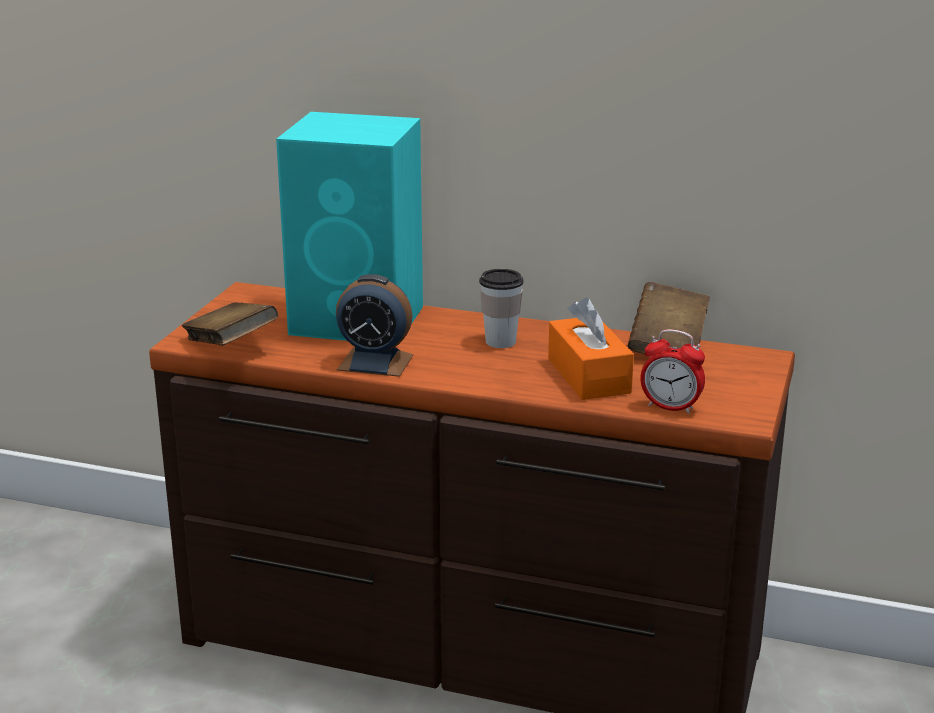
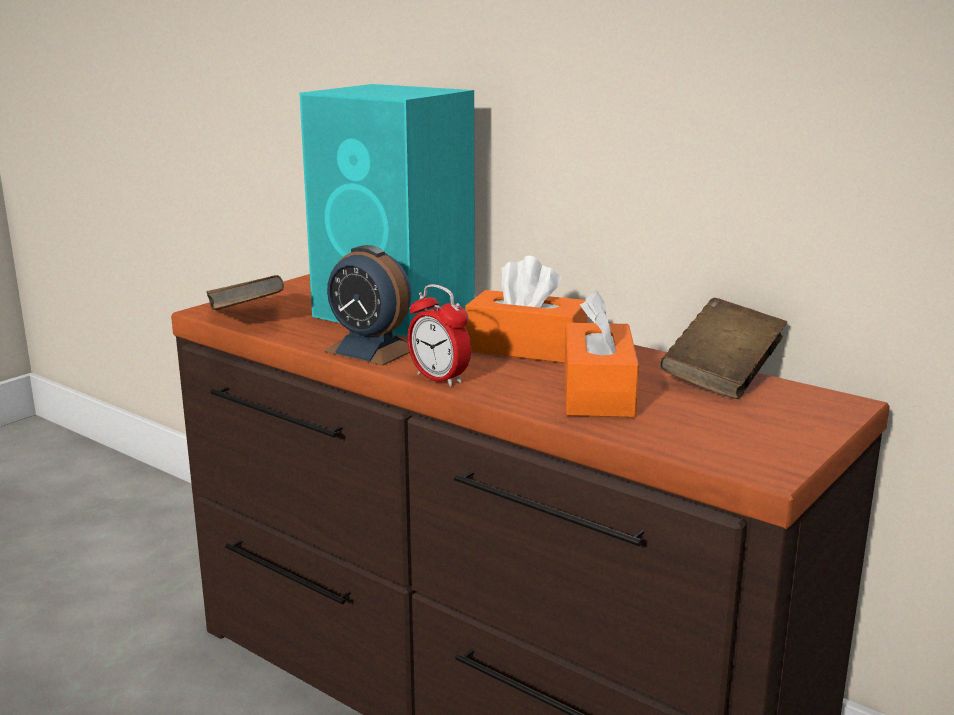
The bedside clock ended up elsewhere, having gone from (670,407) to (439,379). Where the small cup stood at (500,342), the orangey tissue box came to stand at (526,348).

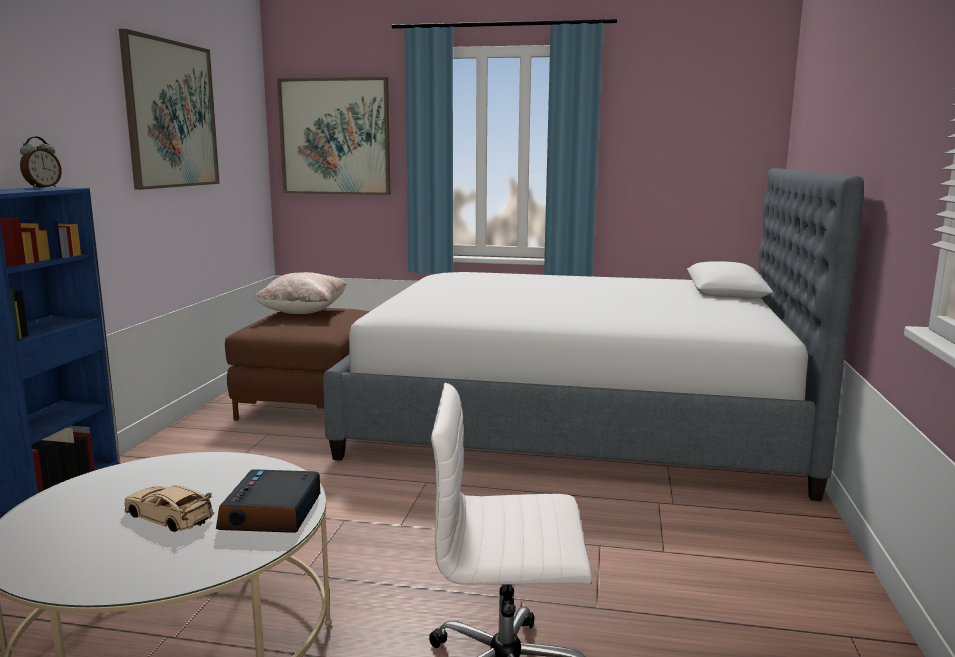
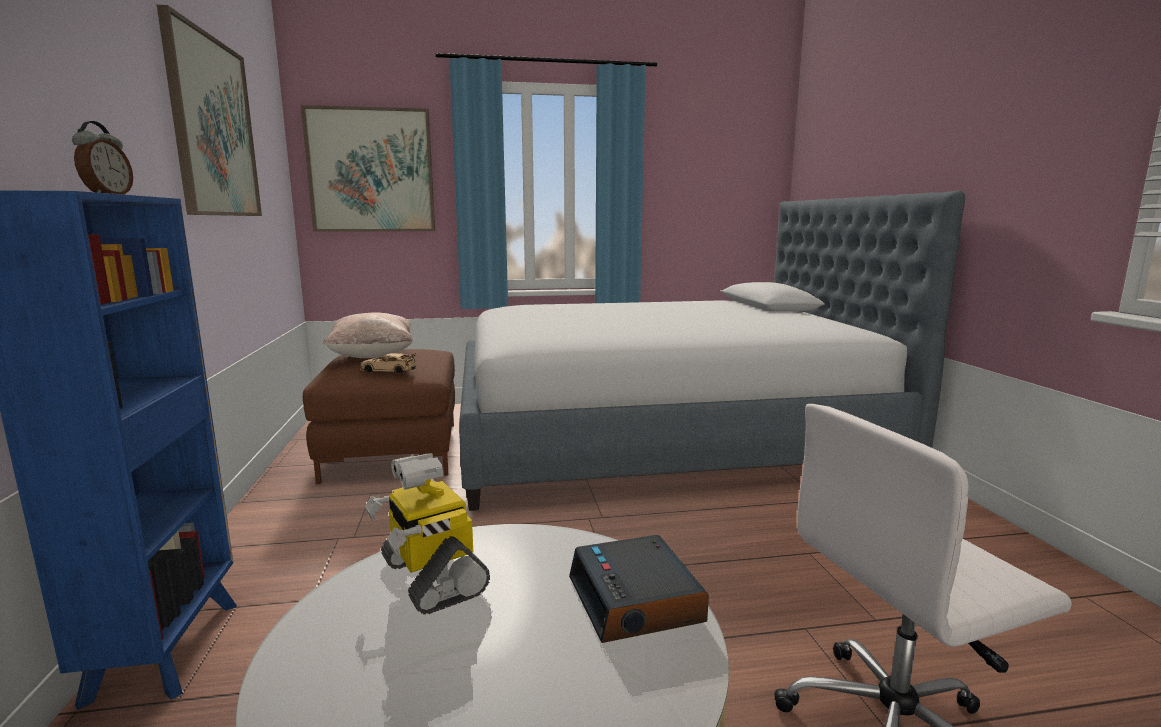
The beige model car ended up elsewhere, having gone from (169,516) to (388,370). The second view gained the robot figure at (430,577).

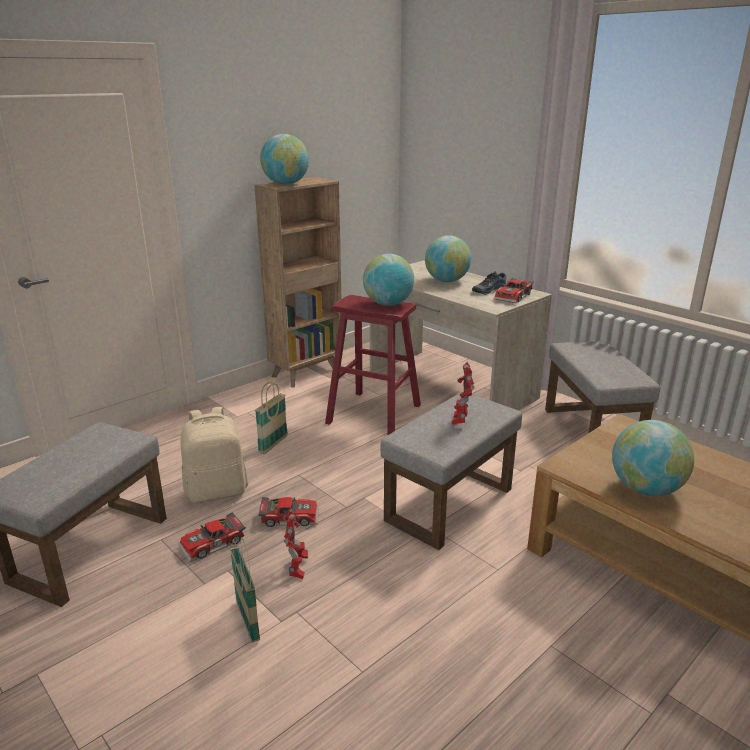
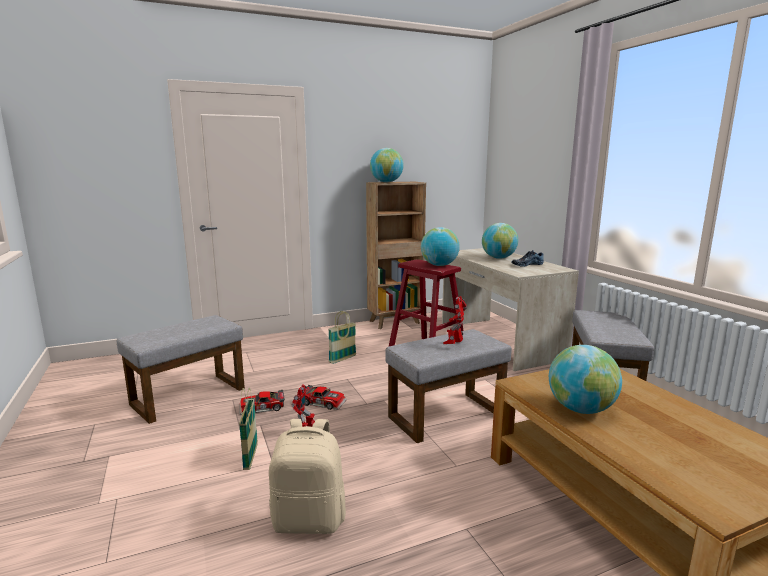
The beige knapsack ended up elsewhere, having gone from (217,491) to (309,519). The second view lost the model car at (514,297).

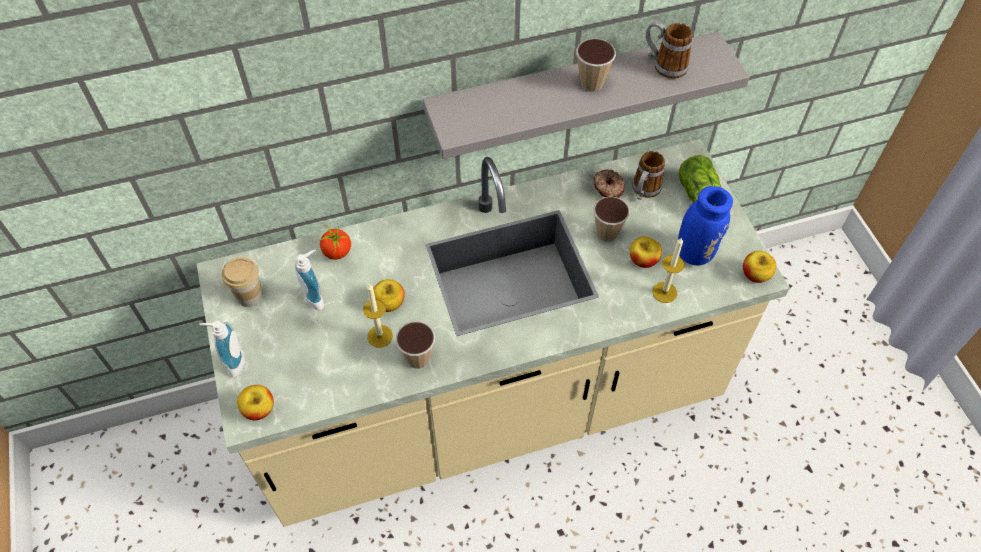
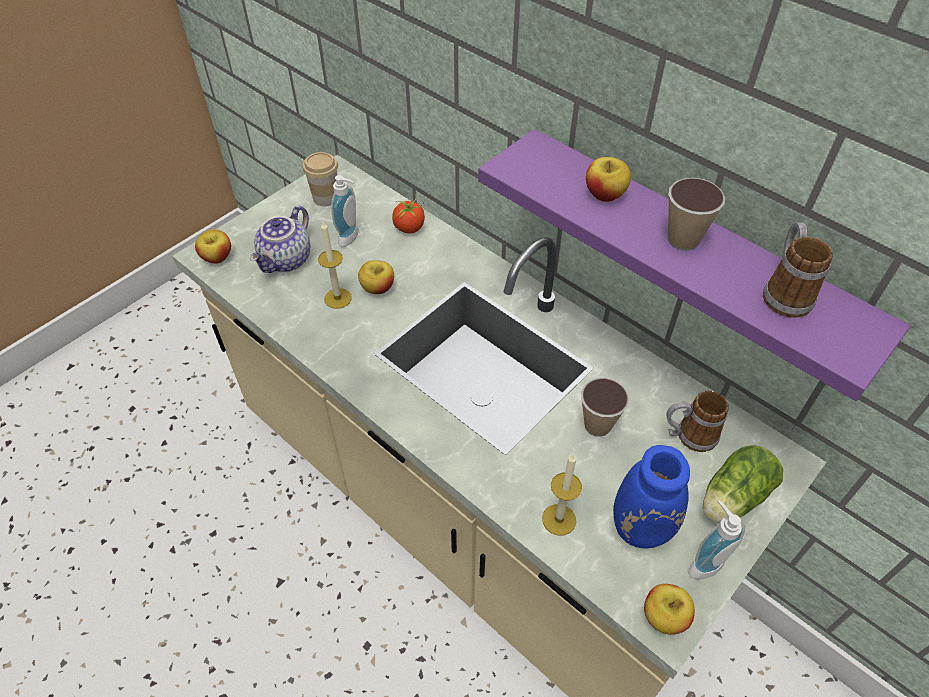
The second view gained the teapot at (287,260). What was the greyish shelf at (572,93) turned into the purplish shelf at (688,255). The apple fruit ended up elsewhere, having gone from (643,260) to (605,194). The liquid soap bottle ended up elsewhere, having gone from (232,363) to (702,562). The second view lost the small cup at (418,358). The second view lost the donut at (608,188).

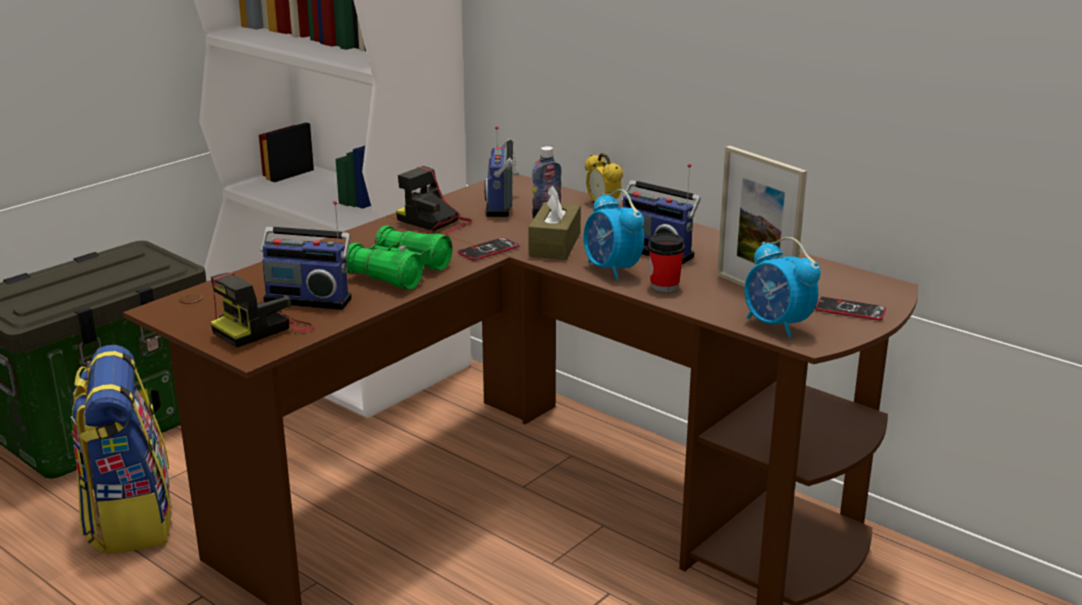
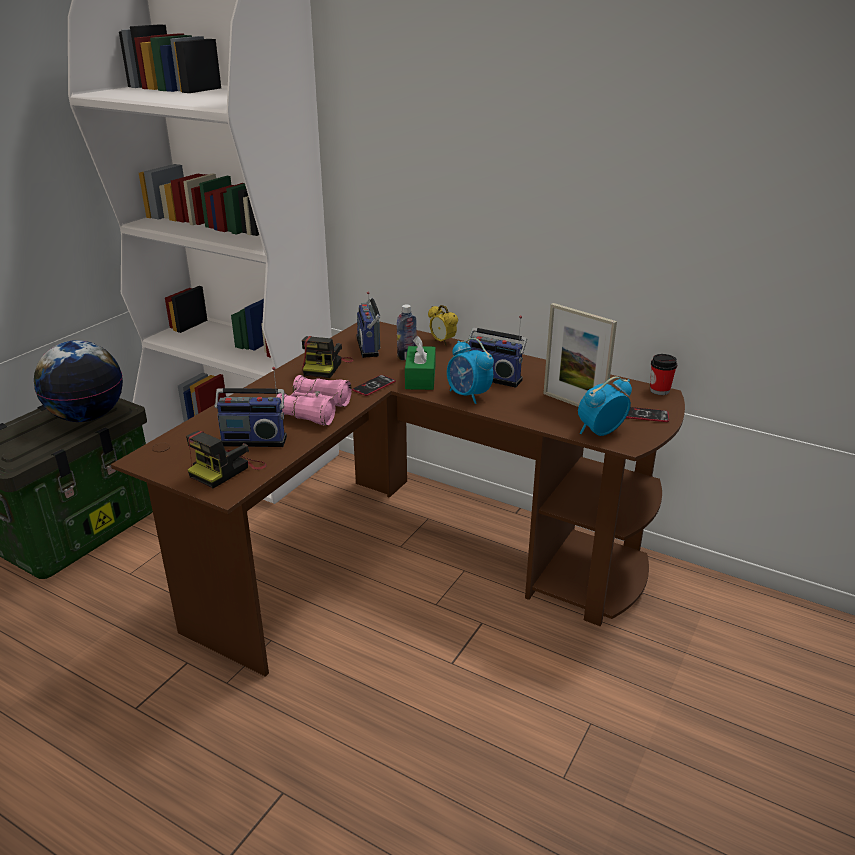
The second view gained the desk globe at (87,416). What was the greenish pair of binoculars at (399,273) turned into the pink-coloured pair of binoculars at (315,411). The photo camera at (434,224) ended up facing another way, 105 degrees counterclockwise from before. What was the brownish tissue box at (555,245) turned into the greenish tissue box at (420,377). The bedside clock at (777,325) ended up facing another way, 105 degrees clockwise from before. The small cup ended up elsewhere, having gone from (664,286) to (659,390). The second view lost the knapsack at (130,519).

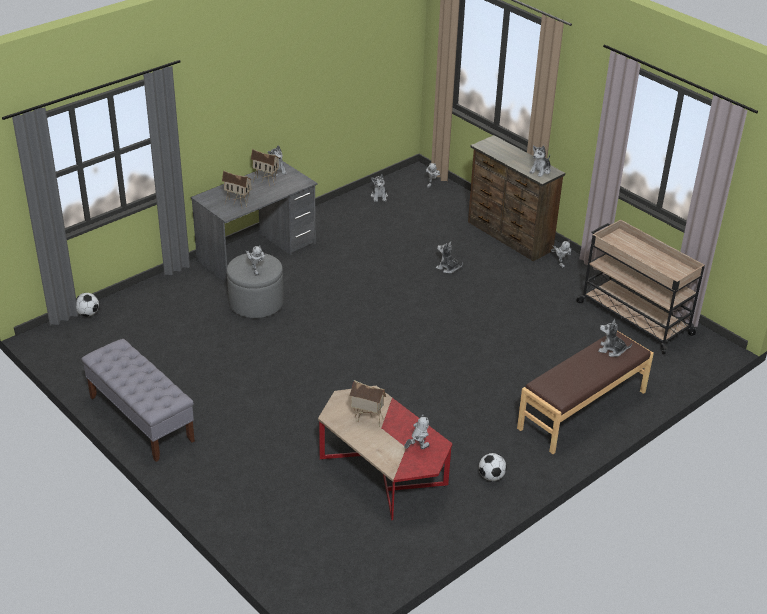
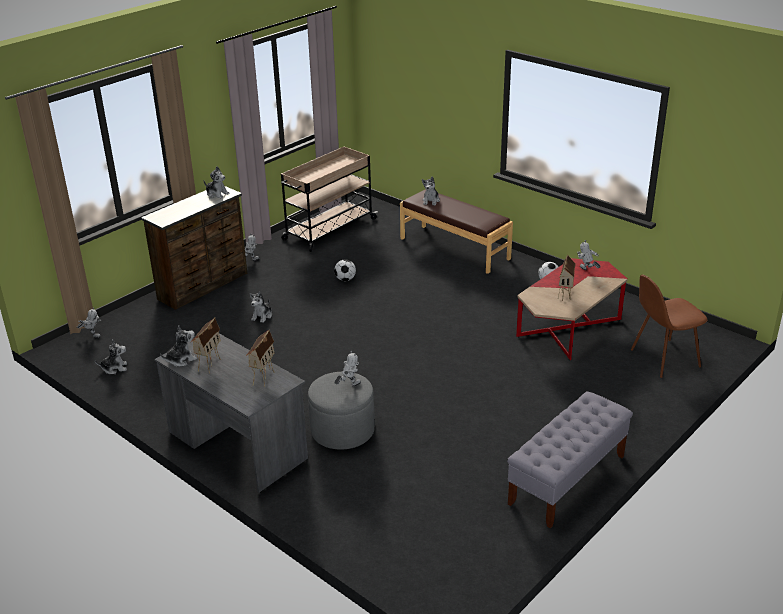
The ball for football ended up elsewhere, having gone from (88,314) to (345,279). The second view gained the brownish chair at (663,358).

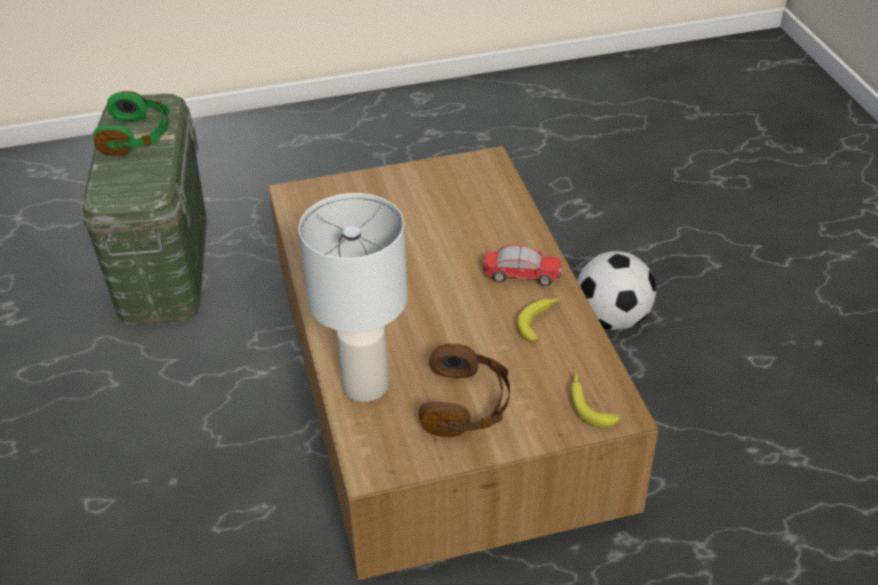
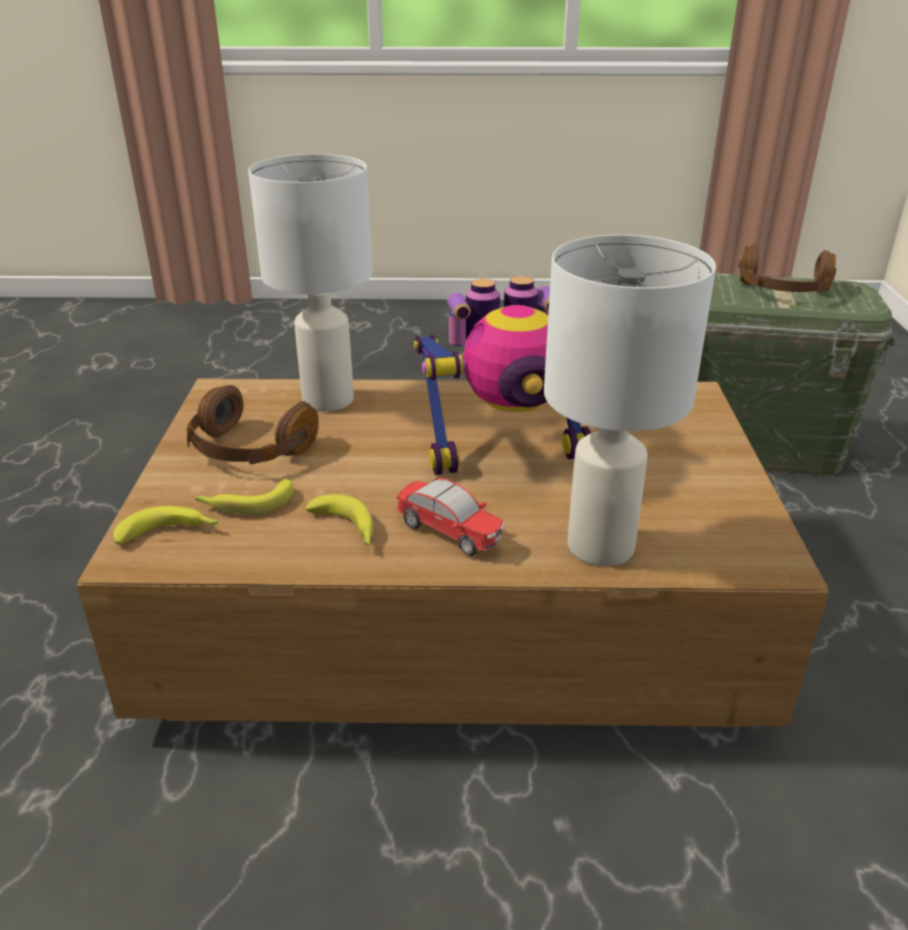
The second view gained the banana at (245,504). The model car at (521,276) ended up facing another way, 75 degrees counterclockwise from before. The second view gained the robot figure at (506,451). The second view gained the white-coloured table lamp at (598,545). What was the greenish headset at (137,136) turned into the brownish headset at (783,291). The second view lost the ball for football at (611,319).

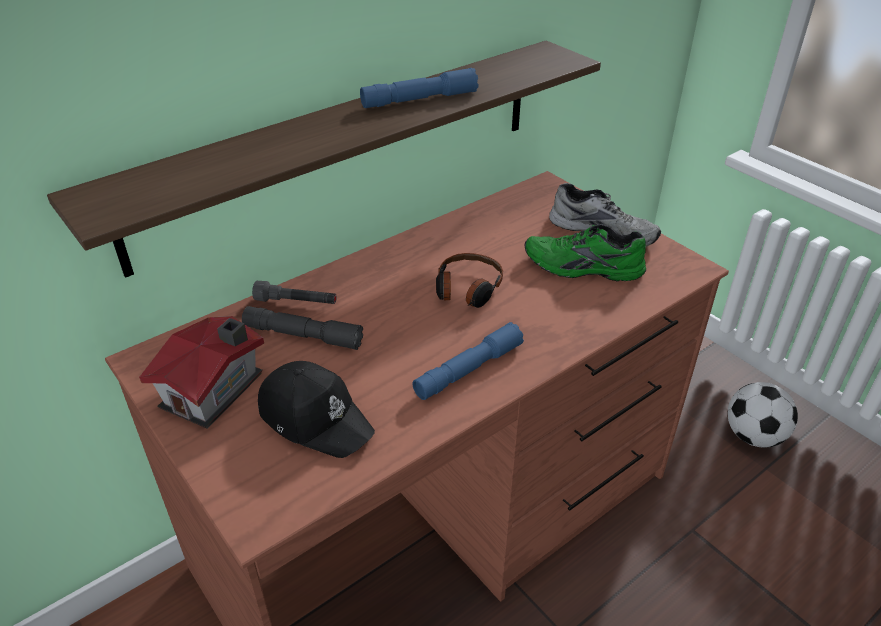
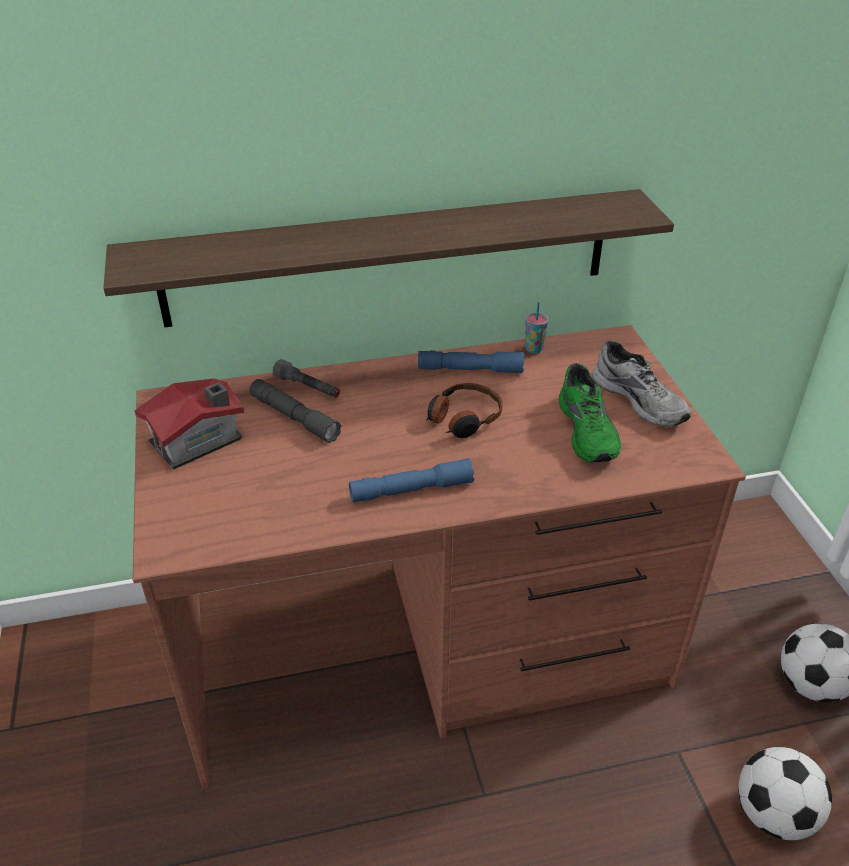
The bluish flashlight ended up elsewhere, having gone from (419,100) to (470,369). The second view gained the small cup at (534,349). The greenish item of footwear at (582,268) ended up facing another way, 135 degrees counterclockwise from before. The second view gained the ball for football at (773,814). The second view lost the black baseball cap at (315,418).

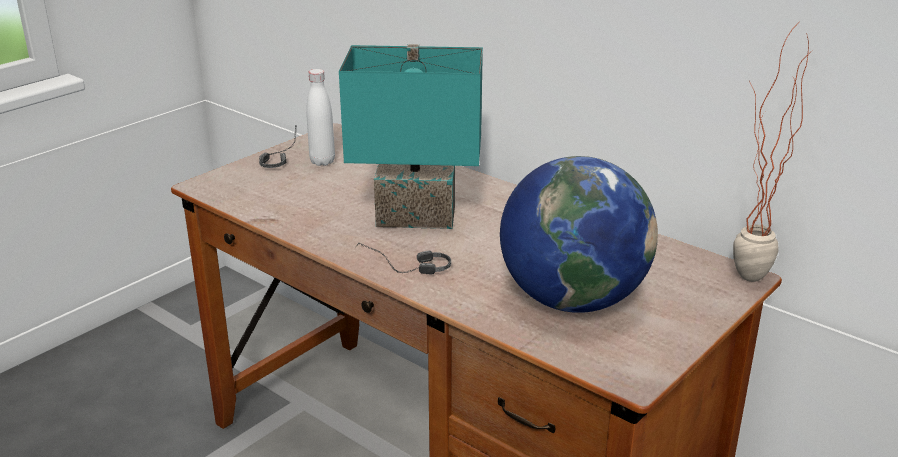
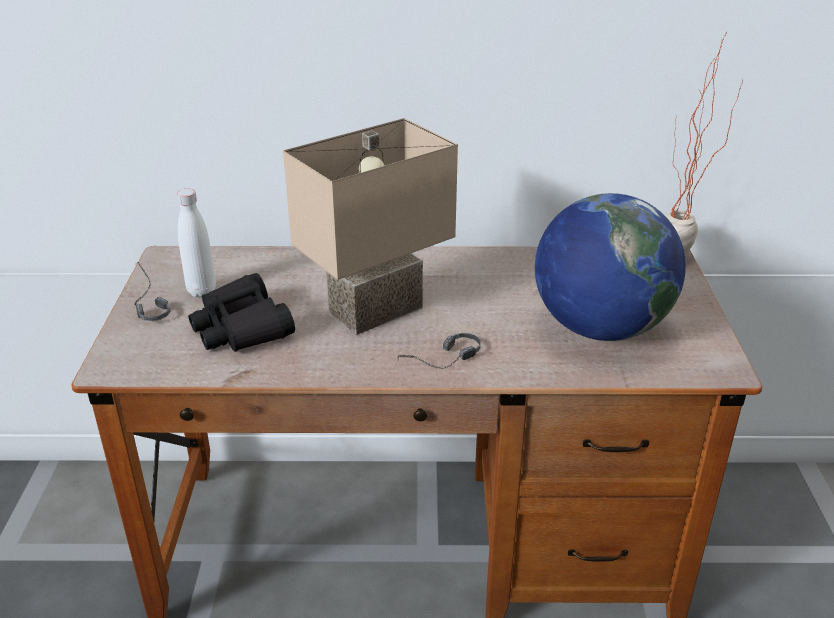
The second view gained the black pair of binoculars at (241,327). What was the turquoise table lamp at (417,215) turned into the beige table lamp at (374,308).

